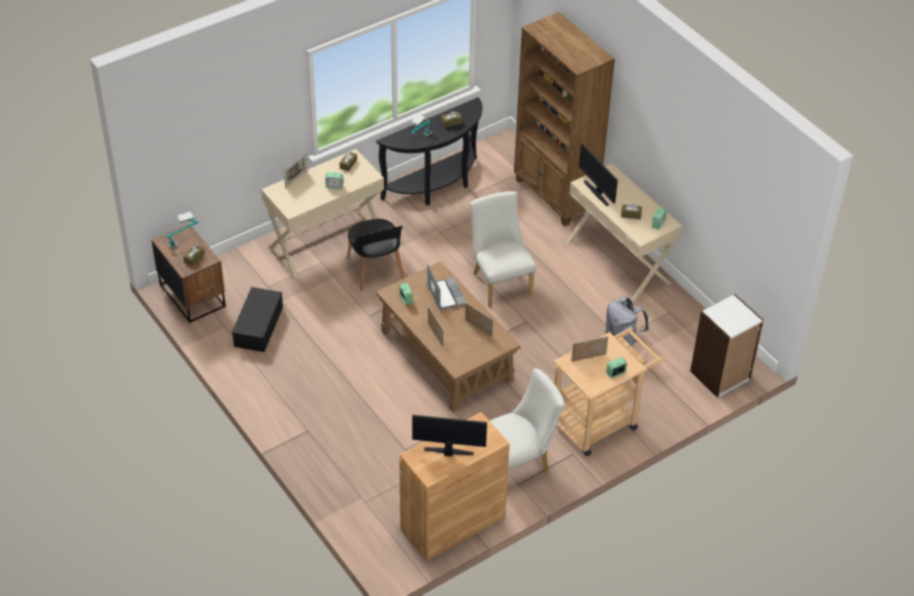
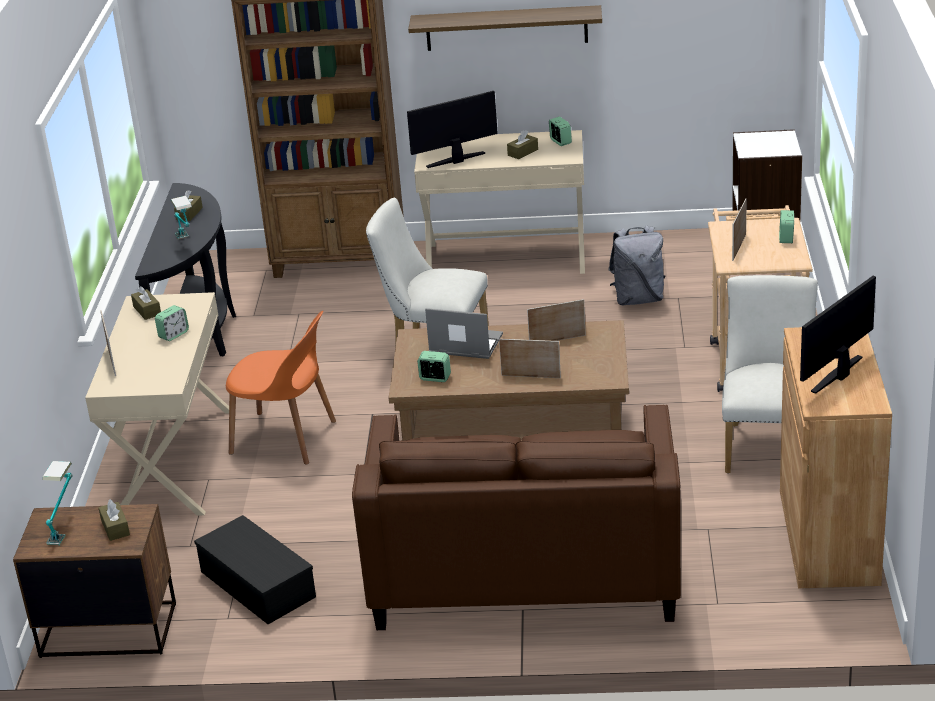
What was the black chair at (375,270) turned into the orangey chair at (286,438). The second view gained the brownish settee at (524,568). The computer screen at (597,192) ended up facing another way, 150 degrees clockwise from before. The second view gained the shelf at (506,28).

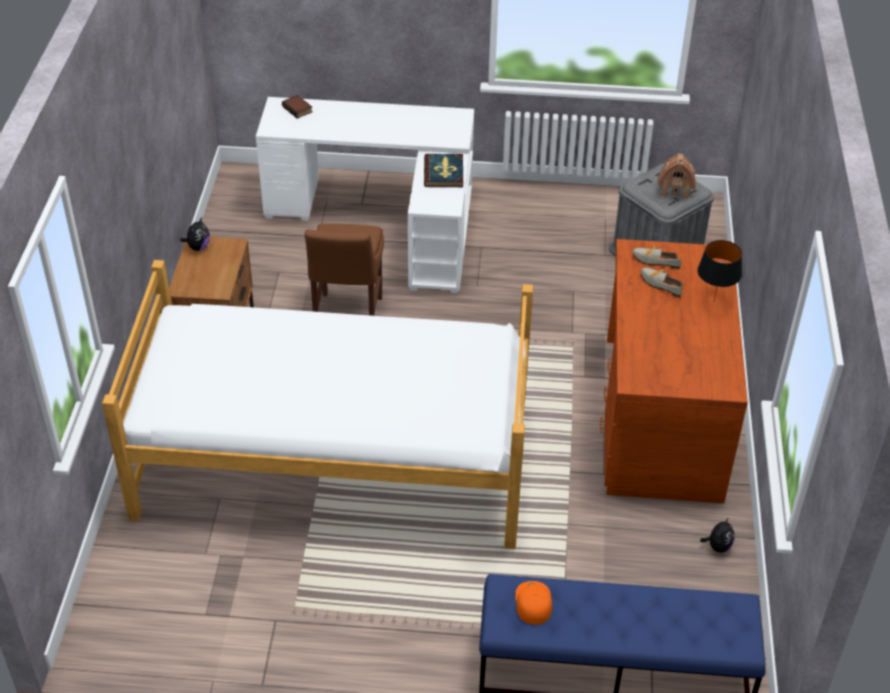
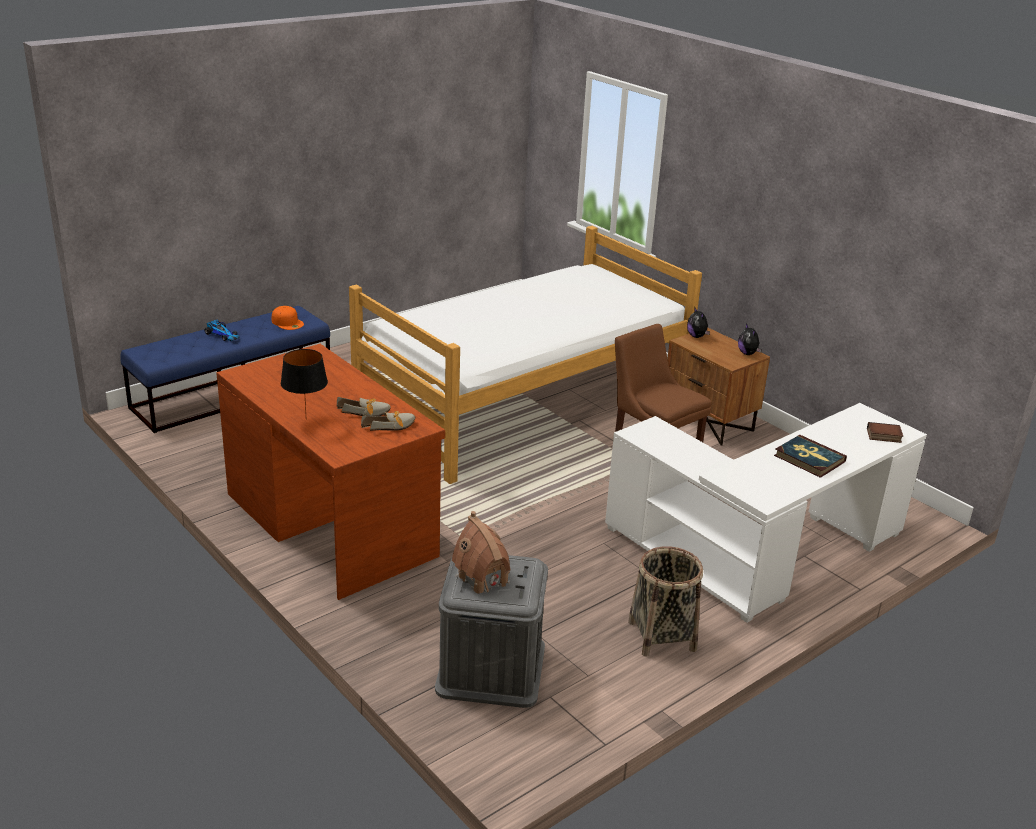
The second view gained the model car at (223,335). The second view gained the basket at (661,635). The cuddly toy ended up elsewhere, having gone from (717,546) to (697,336). The bound book ended up elsewhere, having gone from (444,173) to (809,459).

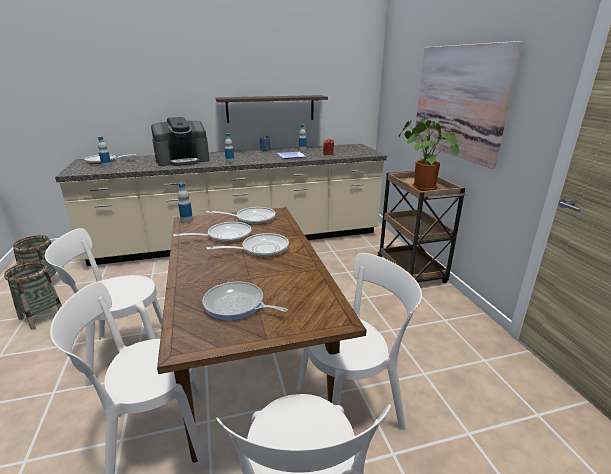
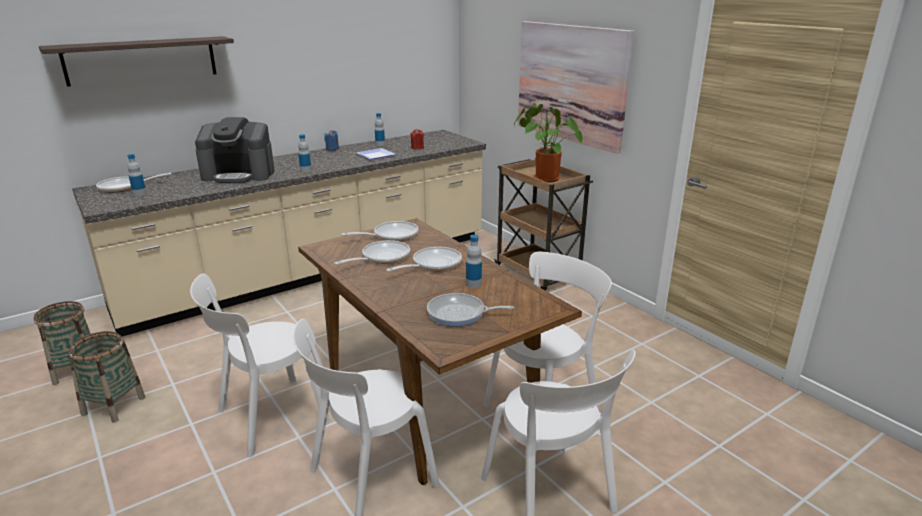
The shelf ended up elsewhere, having gone from (270,108) to (142,60). The coffee maker at (183,160) ended up facing another way, 45 degrees clockwise from before. The drink bottle ended up elsewhere, having gone from (186,220) to (473,284).

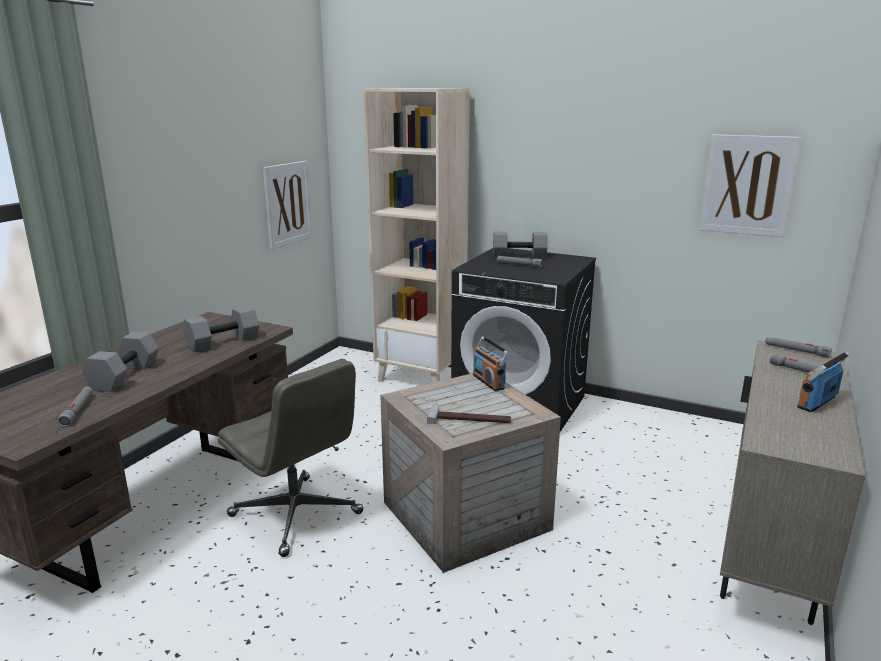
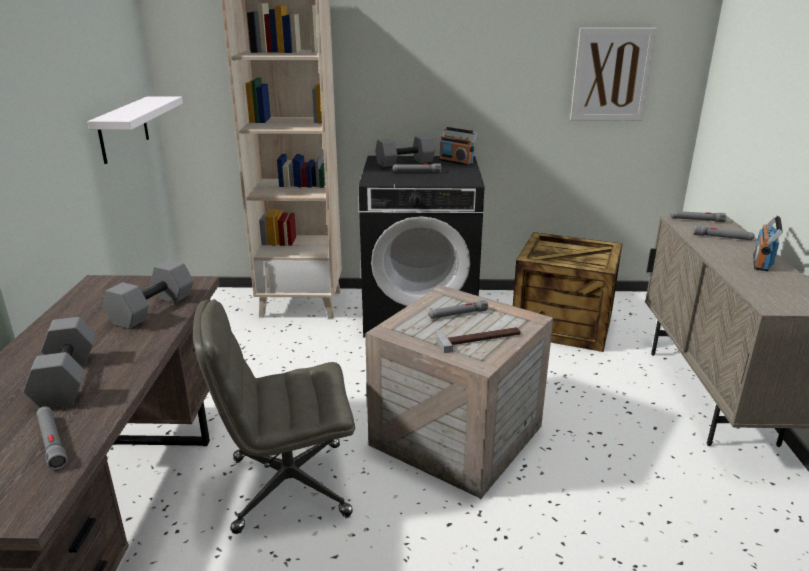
Where the wall picture hung at (288,204), the white-coloured shelf came to hang at (123,129). The greyish desk chair at (297,515) ended up facing another way, 150 degrees clockwise from before. The second view gained the greyish flashlight at (458,314). The radio set ended up elsewhere, having gone from (489,381) to (456,162). The second view gained the crate at (563,324).

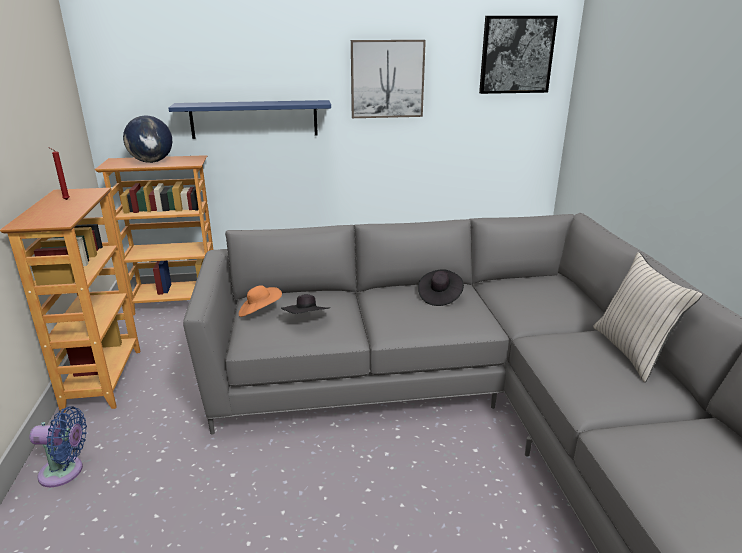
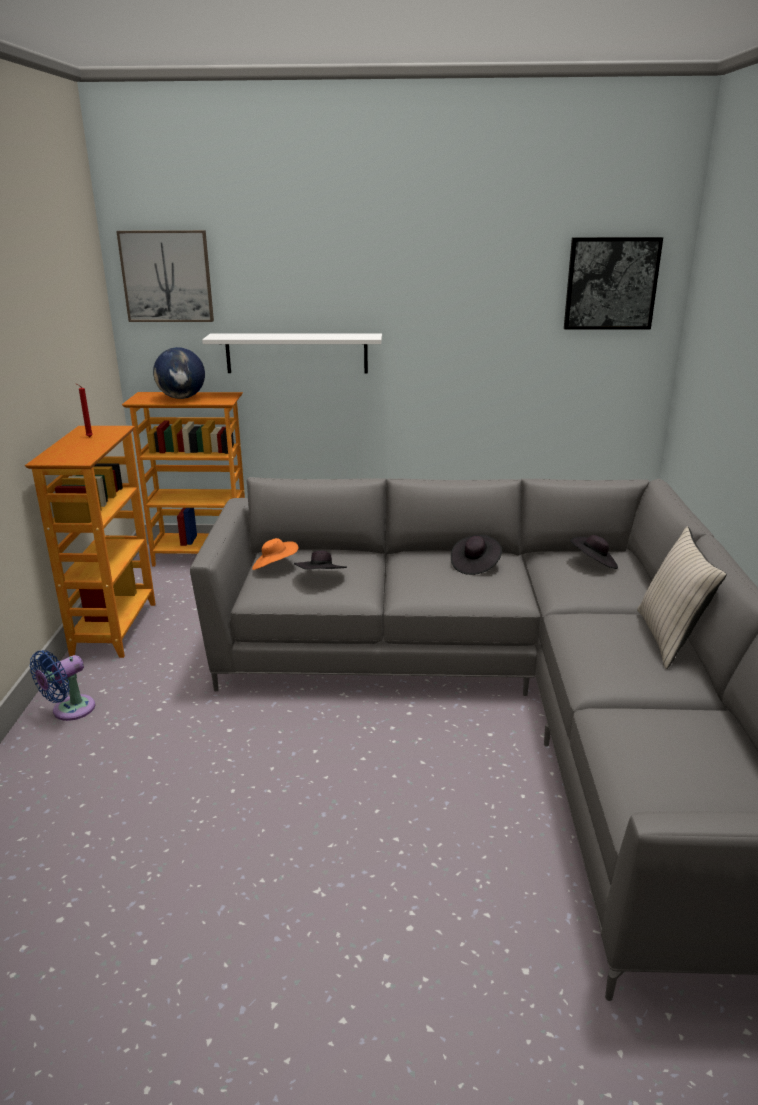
The bluish electric fan at (65,472) ended up facing another way, 120 degrees clockwise from before. The wall picture ended up elsewhere, having gone from (387,79) to (167,276). What was the bluish shelf at (254,119) turned into the white-coloured shelf at (296,353). The second view gained the black hat at (593,564).

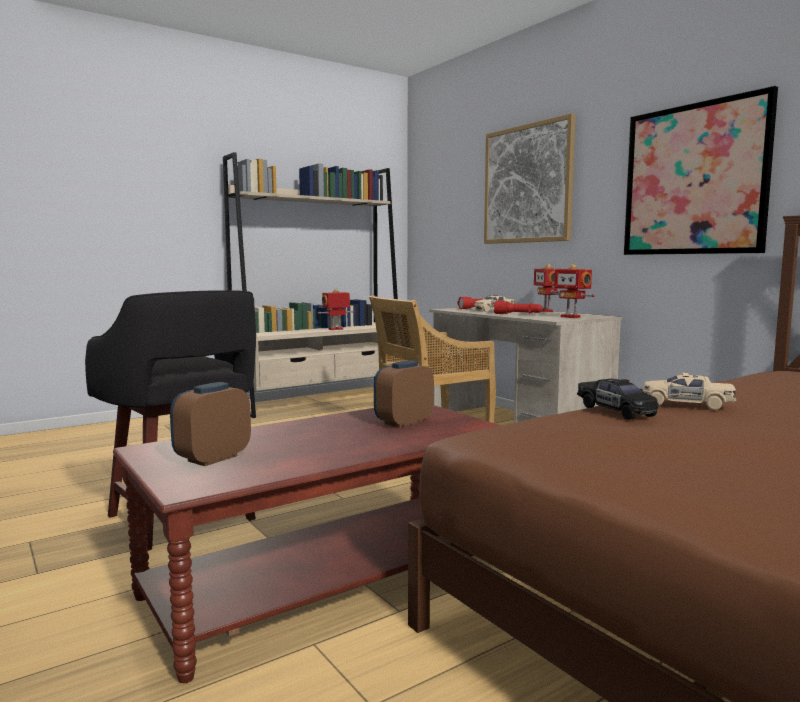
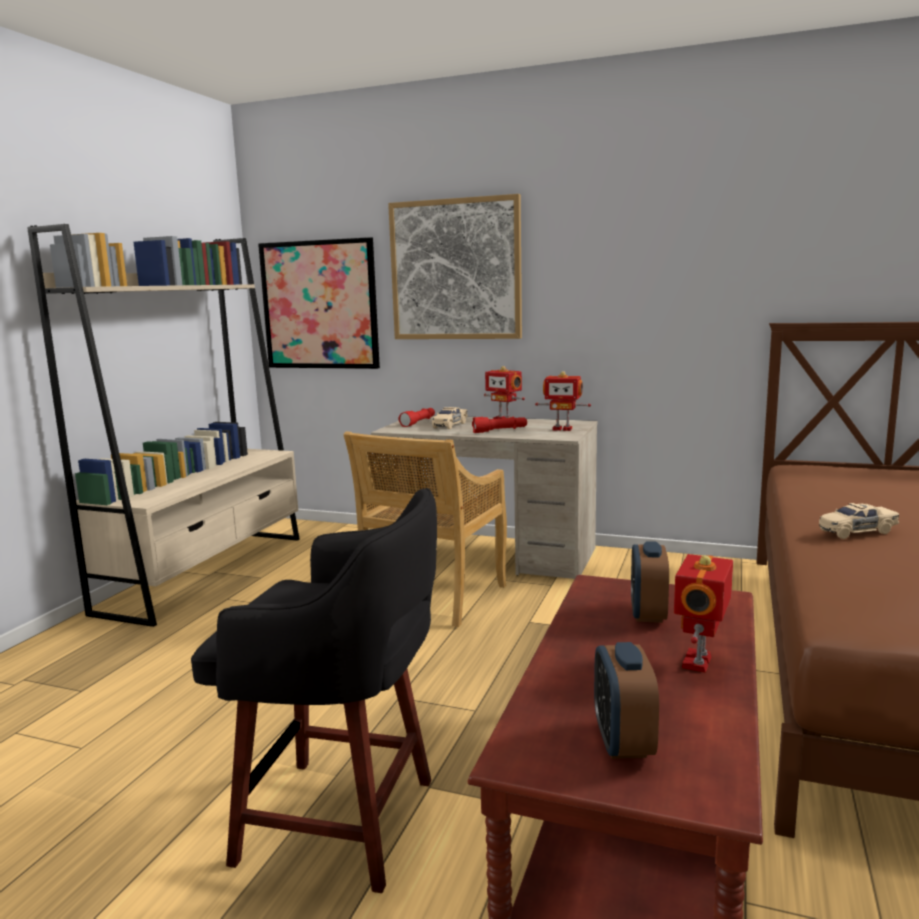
The wall picture ended up elsewhere, having gone from (694,180) to (320,305). The robot figure ended up elsewhere, having gone from (336,329) to (699,662). The second view lost the black model car at (616,411).

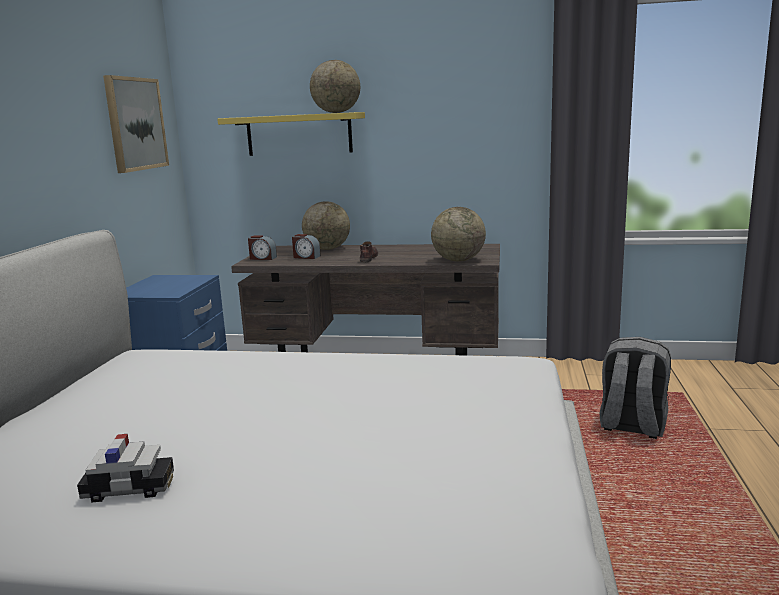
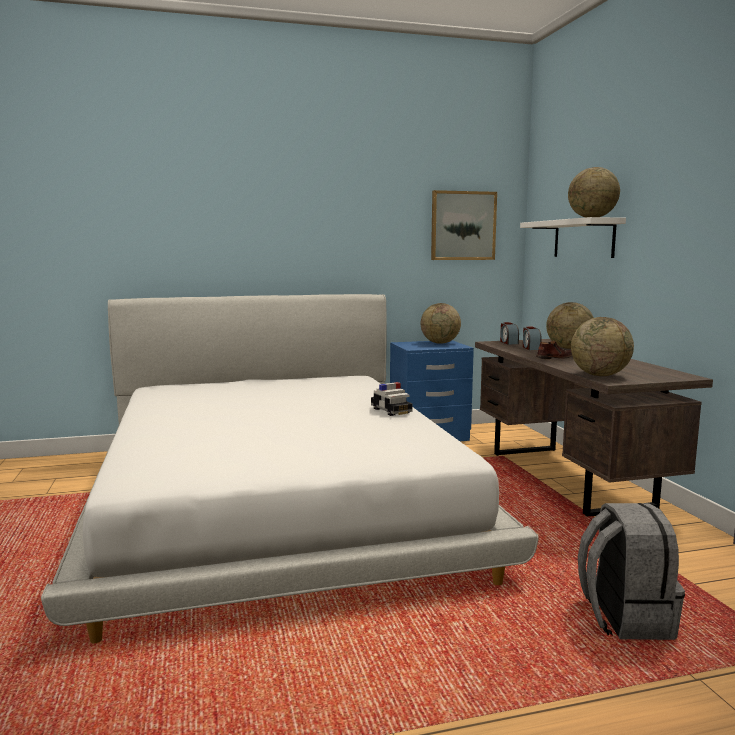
The model car ended up elsewhere, having gone from (129,488) to (391,410). The second view gained the desk globe at (440,343). What was the yellow shelf at (299,134) turned into the white-coloured shelf at (583,239).

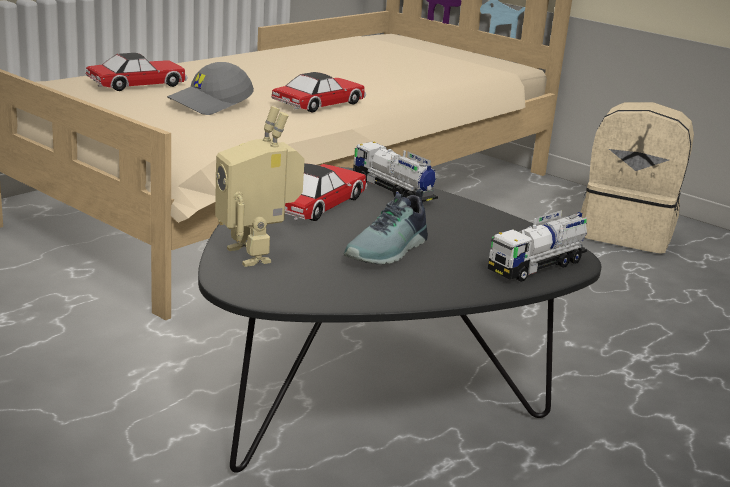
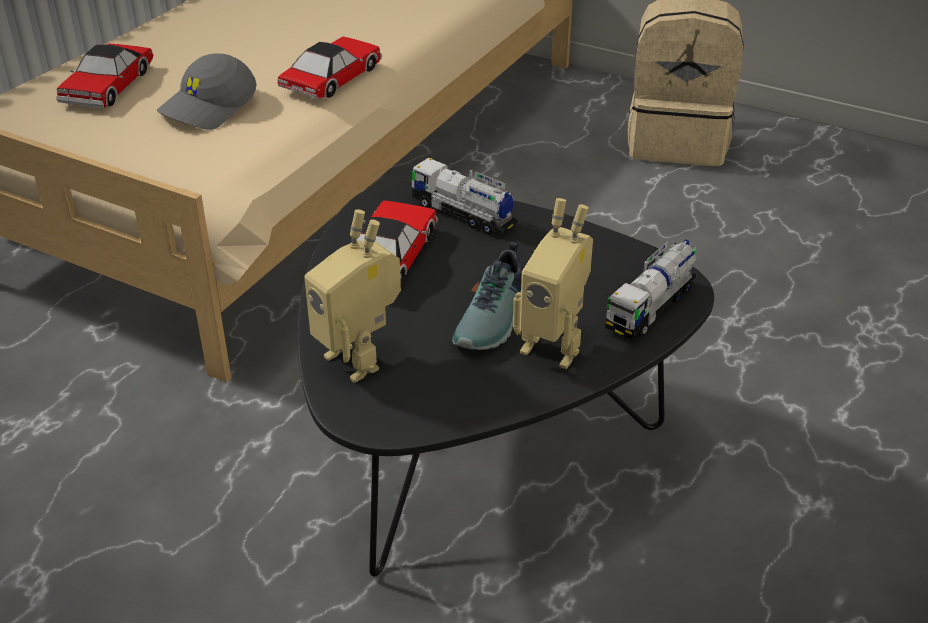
The model car at (137,84) ended up facing another way, 150 degrees clockwise from before. The second view gained the robot figure at (553,346).

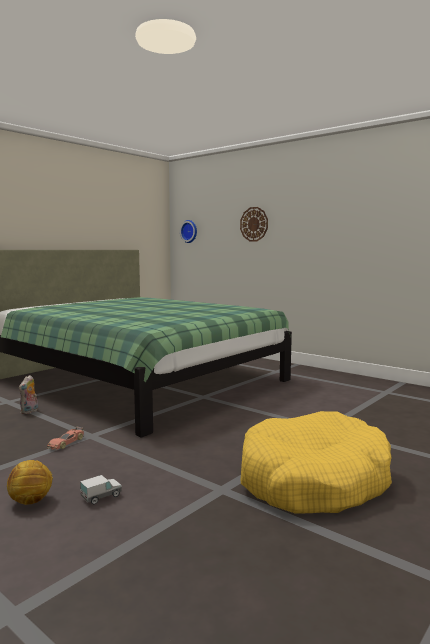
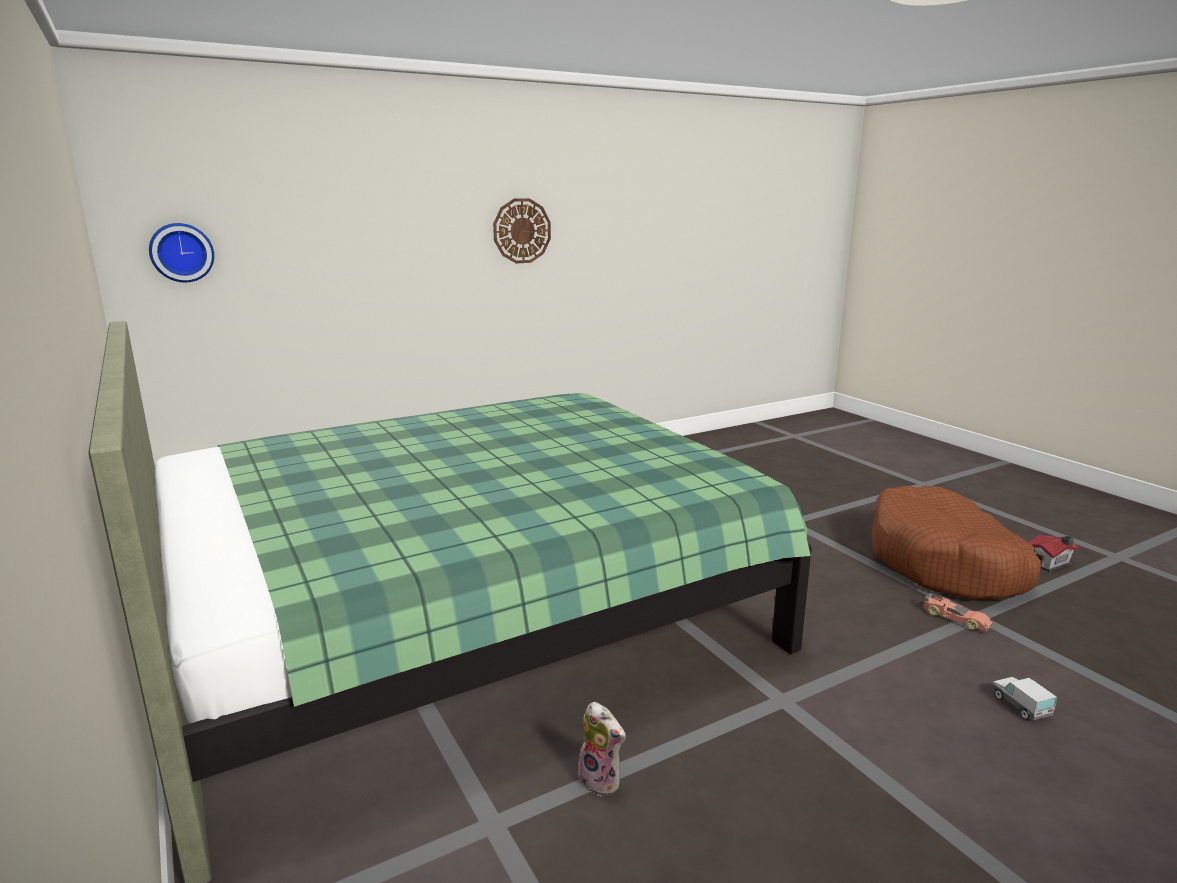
The wall clock ended up elsewhere, having gone from (254,224) to (522,231). What was the yellow dog bed at (313,481) turned into the brownish dog bed at (945,563). The model car ended up elsewhere, having gone from (66,443) to (956,619). The second view gained the model house at (1050,563). The second view lost the ball for football at (31,501).

